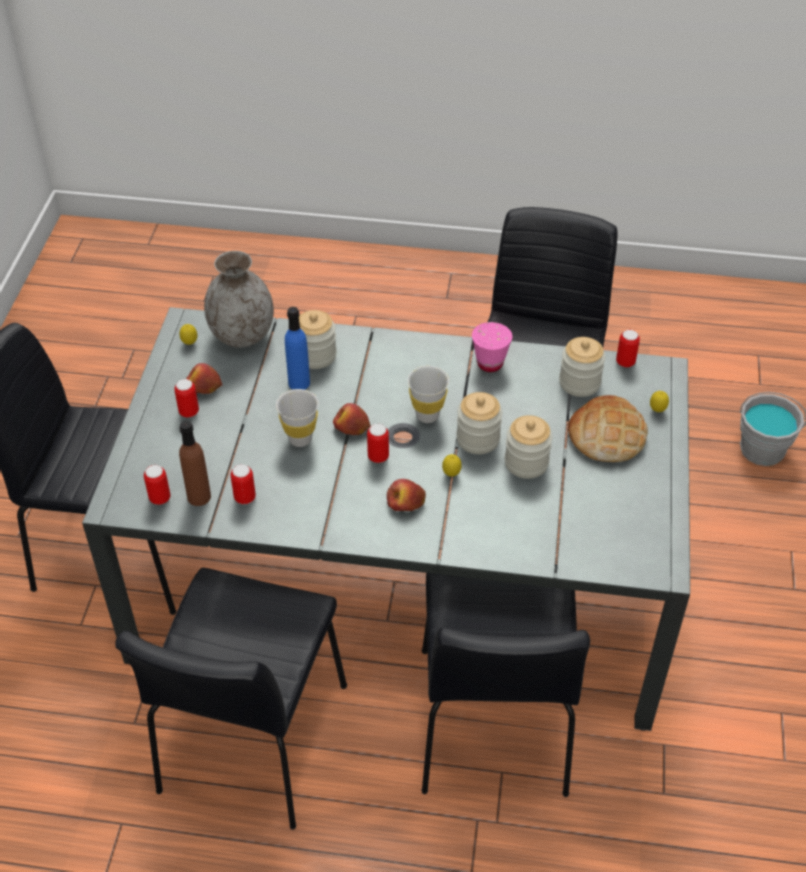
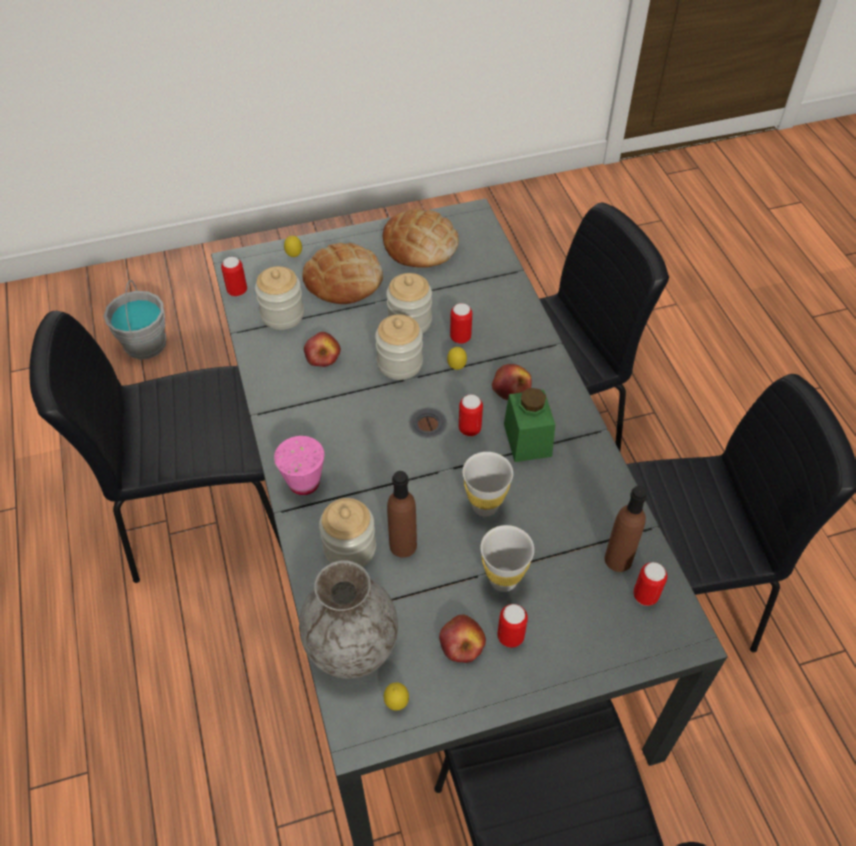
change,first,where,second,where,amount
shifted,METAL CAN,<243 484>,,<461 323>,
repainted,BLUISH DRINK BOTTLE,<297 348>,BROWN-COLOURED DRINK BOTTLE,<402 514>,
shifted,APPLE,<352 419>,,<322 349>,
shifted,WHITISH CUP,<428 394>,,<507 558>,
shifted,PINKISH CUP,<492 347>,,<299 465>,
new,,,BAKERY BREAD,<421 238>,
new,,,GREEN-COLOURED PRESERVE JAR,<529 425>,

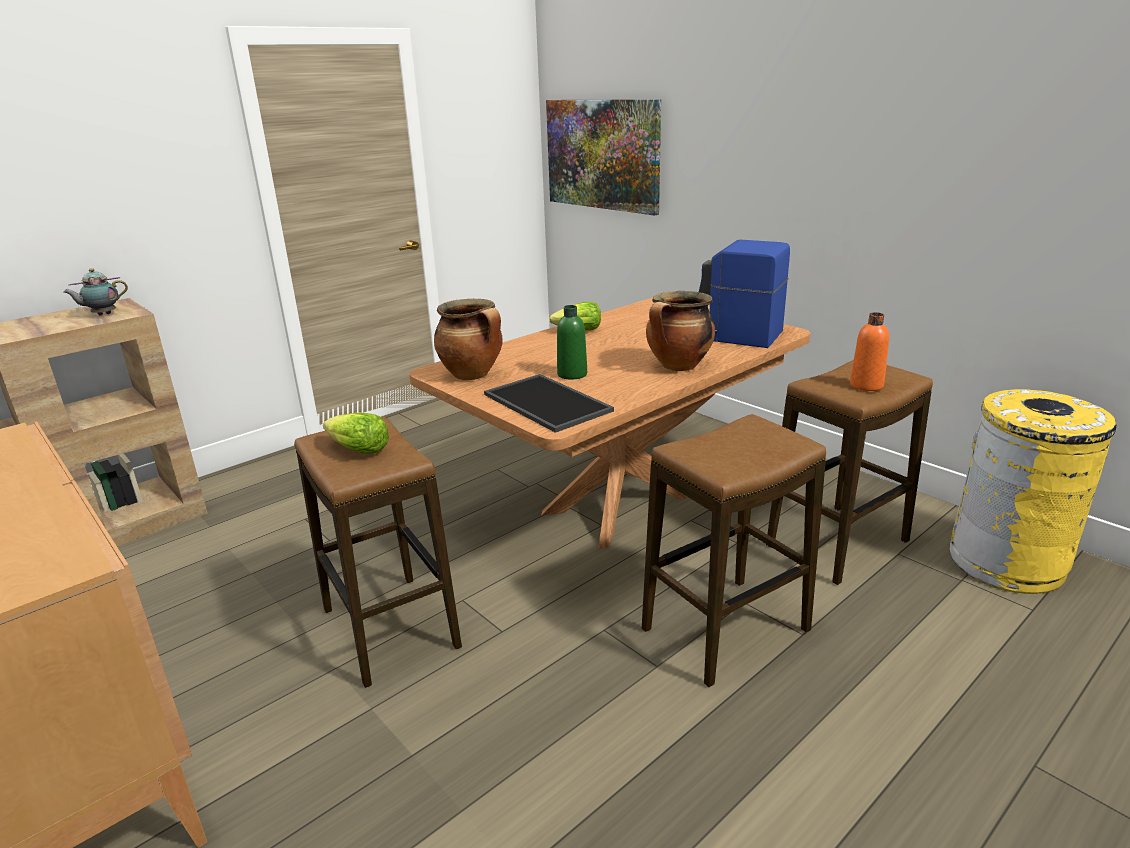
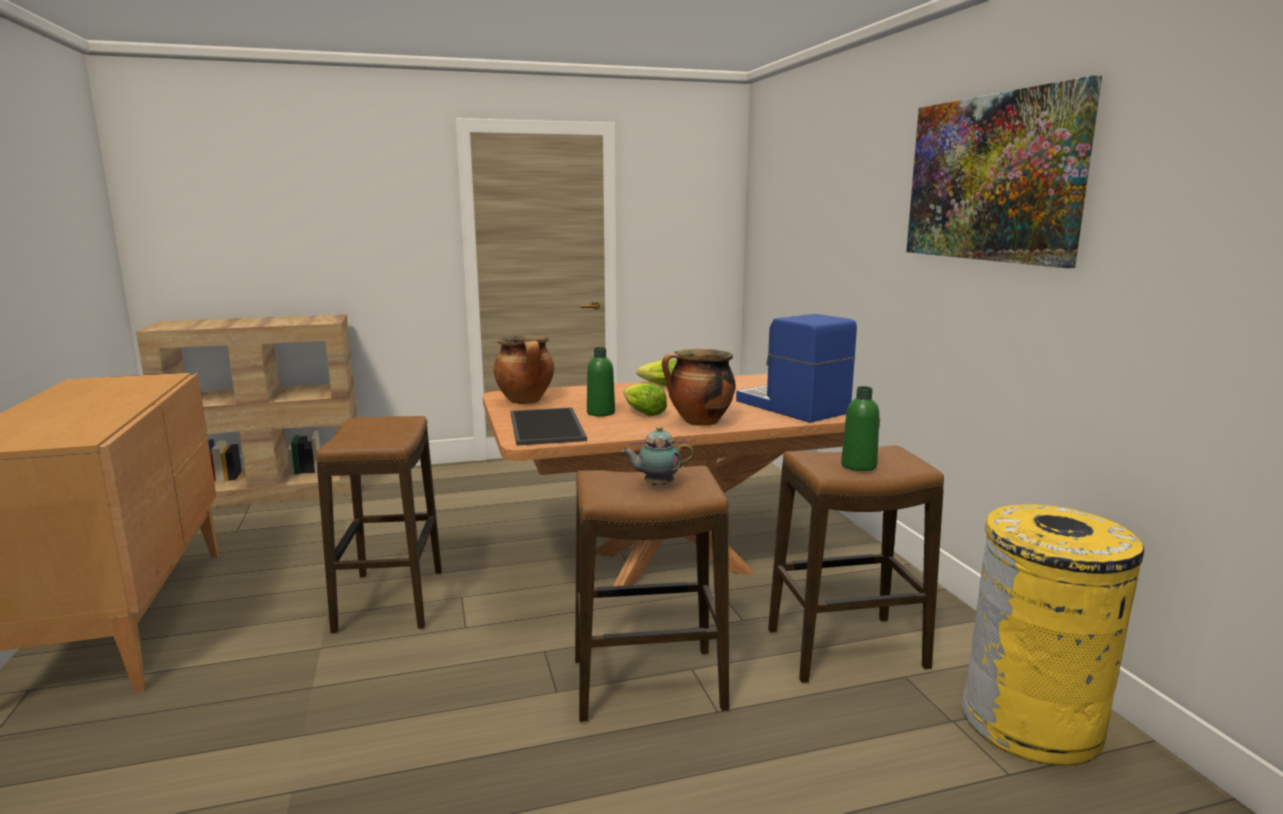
change,first,where,second,where,amount
shifted,POT FOR TEA,<95 291>,,<657 455>,
shifted,HEAD OF LETTUCE,<356 433>,,<645 399>,
shifted,WALL PICTURE,<603 157>,,<1004 171>,
repainted,ORANGE-COLOURED DRINK BOTTLE,<869 351>,GREEN-COLOURED DRINK BOTTLE,<860 428>,

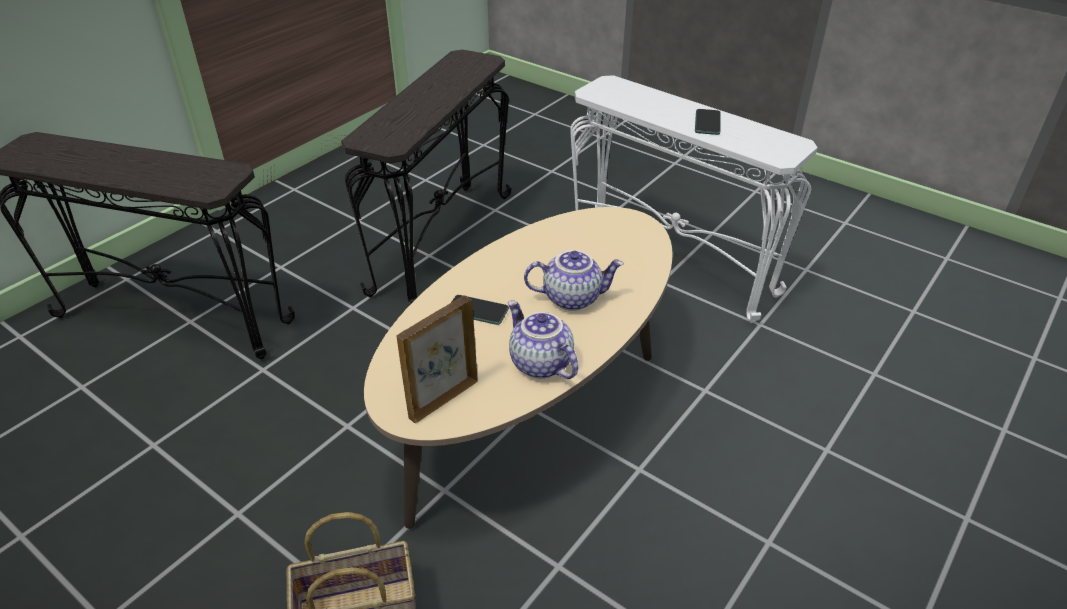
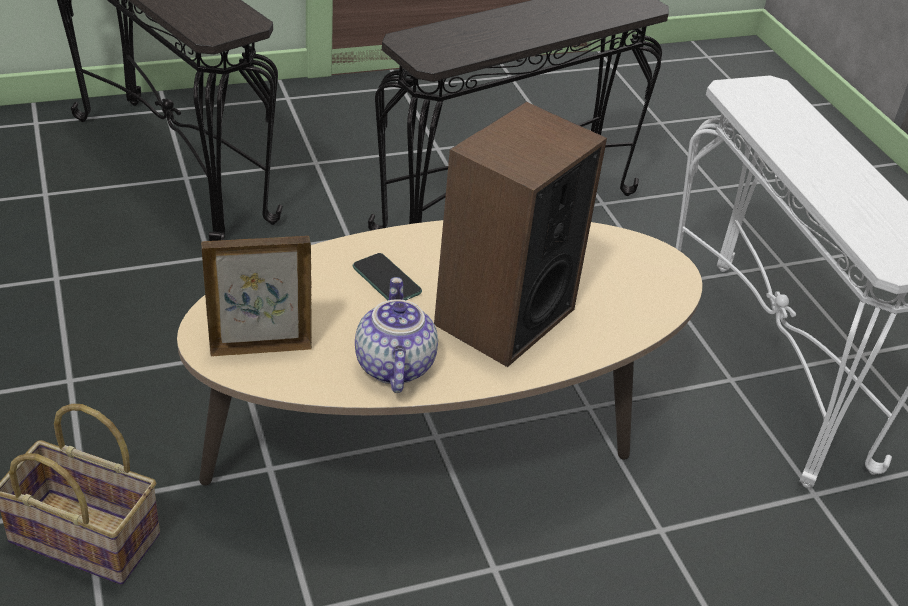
change,first,where,second,where,amount
swapped,POT FOR TEA,<574 280>,SPEAKER,<520 234>,
gone,TELEPHONE,<708 122>,,,

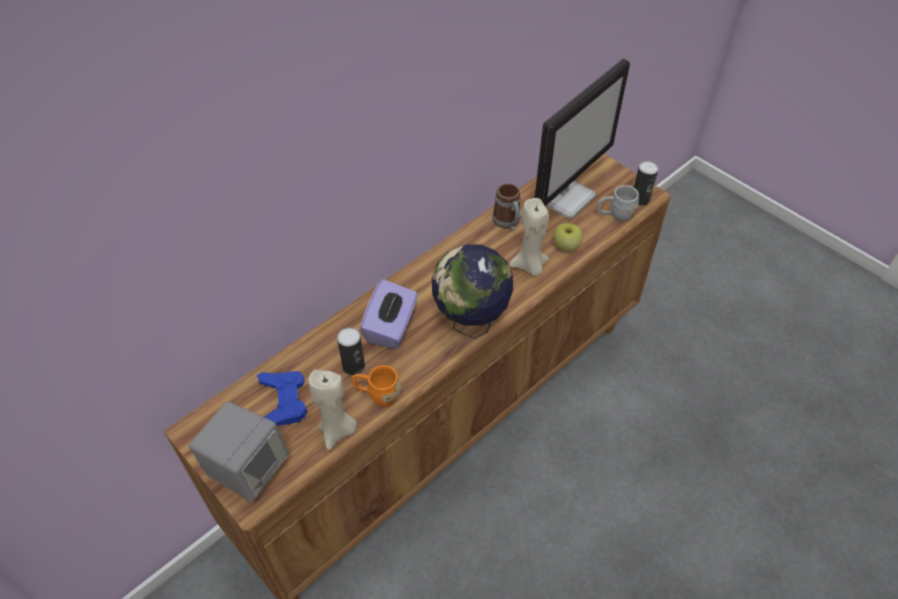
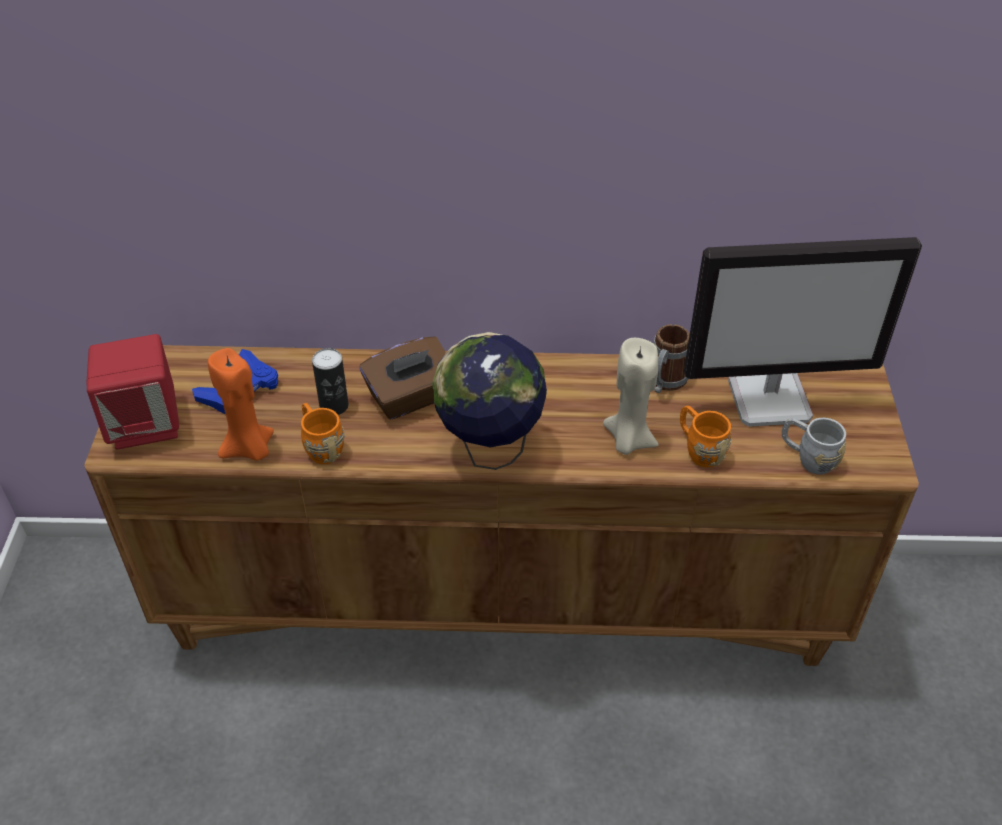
change,first,where,second,where,amount
repainted,GRAY SPEAKER,<239 452>,REDDISH SPEAKER,<133 392>,
repainted,SAND-COLOURED WAX CANDLE,<333 410>,ORANGE-COLOURED WAX CANDLE,<241 404>,
repainted,PURPLE-COLOURED BOX OF TISSUES,<389 314>,BROWN-COLOURED BOX OF TISSUES,<403 378>,
swapped,APPLE,<568 237>,ORANGE-COLOURED COFFEE MUG,<706 436>,
gone,METAL CAN,<646 183>,,,

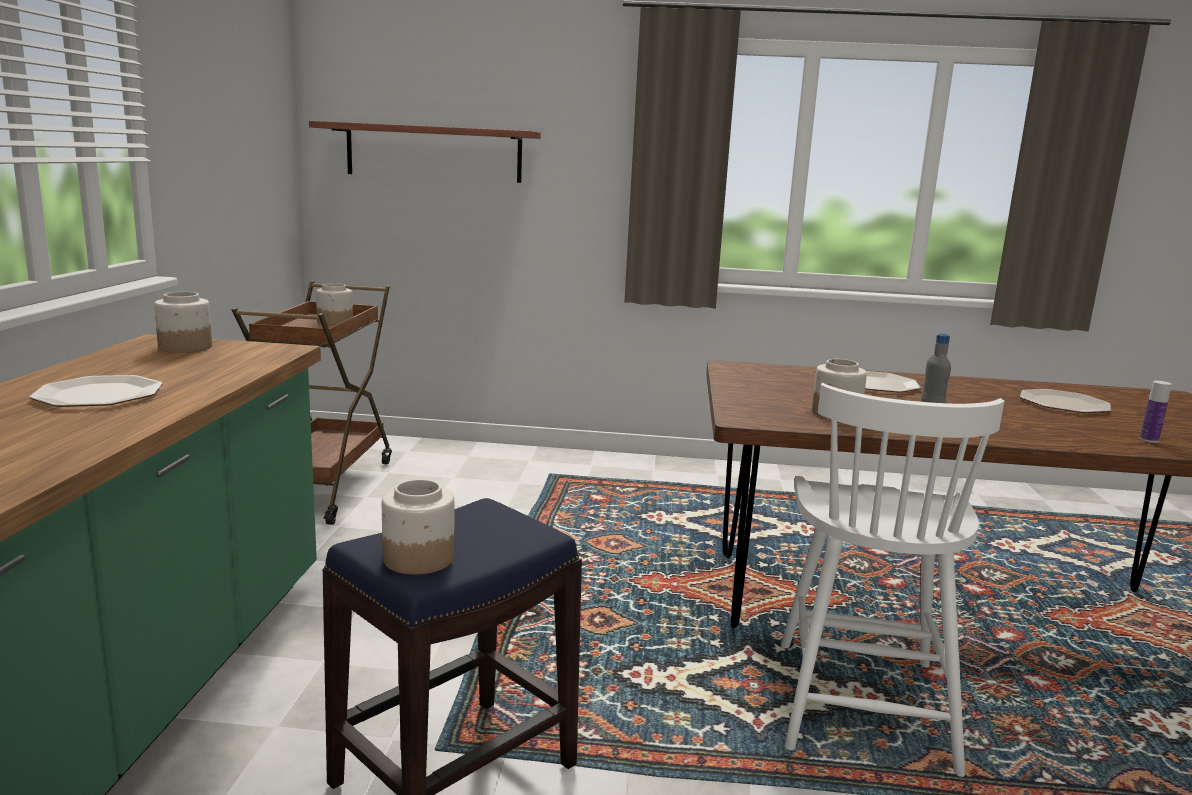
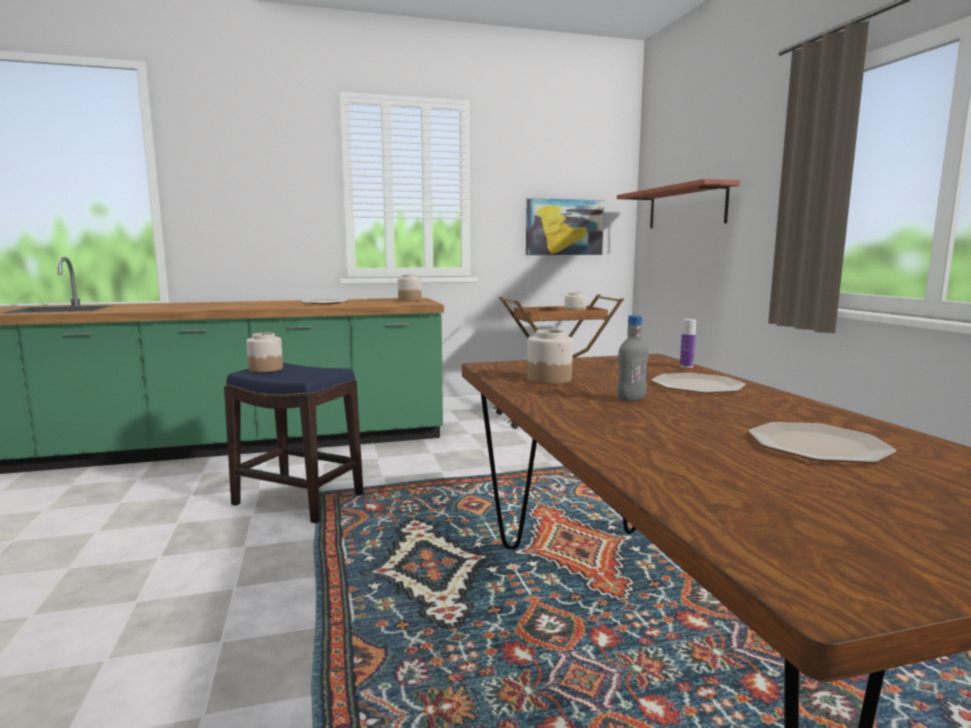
change,first,where,second,where,amount
gone,WHITISH PLAIN CHAIR,<892 580>,,,
shifted,DRINK BOTTLE,<1156 412>,,<688 343>,
new,,,WALL PICTURE,<565 226>,

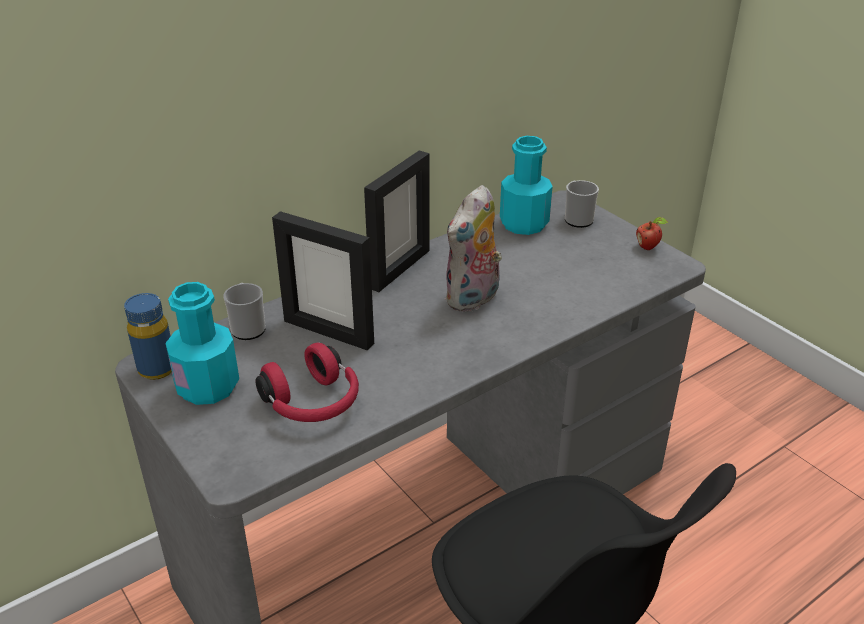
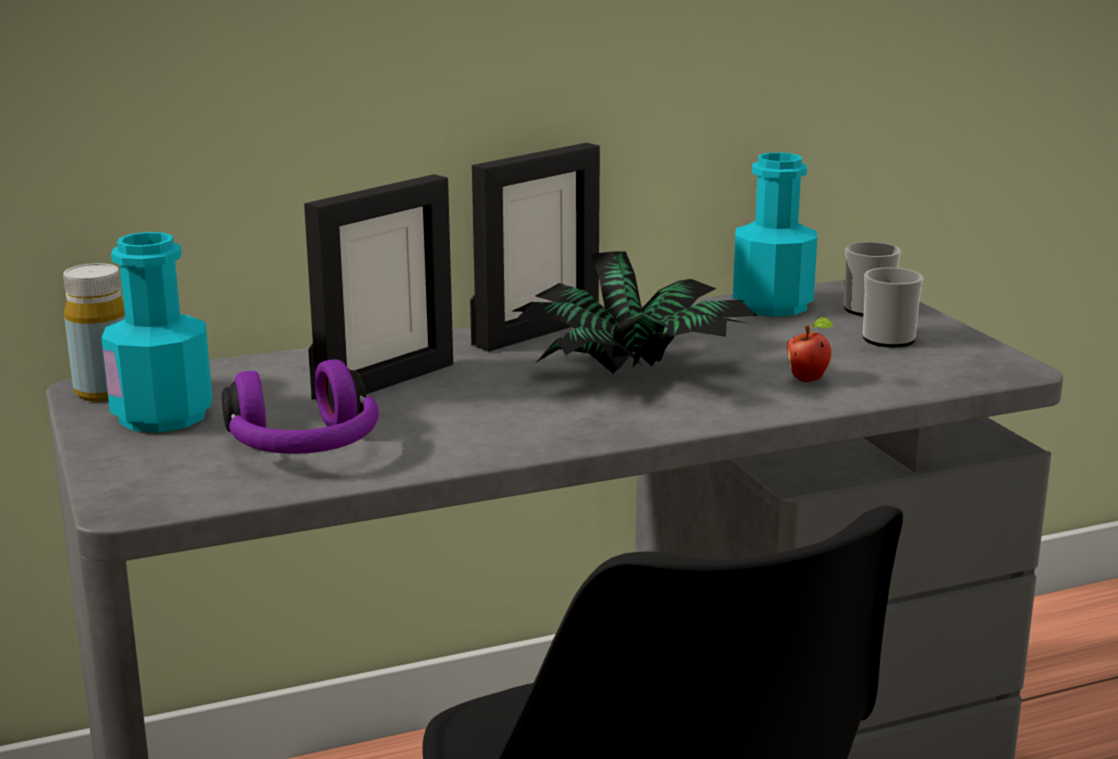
change,first,where,second,where,amount
repainted,BLUISH DRINK BOTTLE,<148 336>,YELLOW DRINK BOTTLE,<94 332>,
shifted,COFFEE MUG,<244 311>,,<893 308>,
repainted,REDDISH HEADSET,<307 382>,PURPLE-COLOURED HEADSET,<300 406>,
rotated,STANDING FRAME,<323 280>,,<378 287>,90 degrees counterclockwise
swapped,CUDDLY TOY,<473 248>,PLANT IN A POT,<635 312>,
shifted,APPLE,<652 233>,,<810 349>,

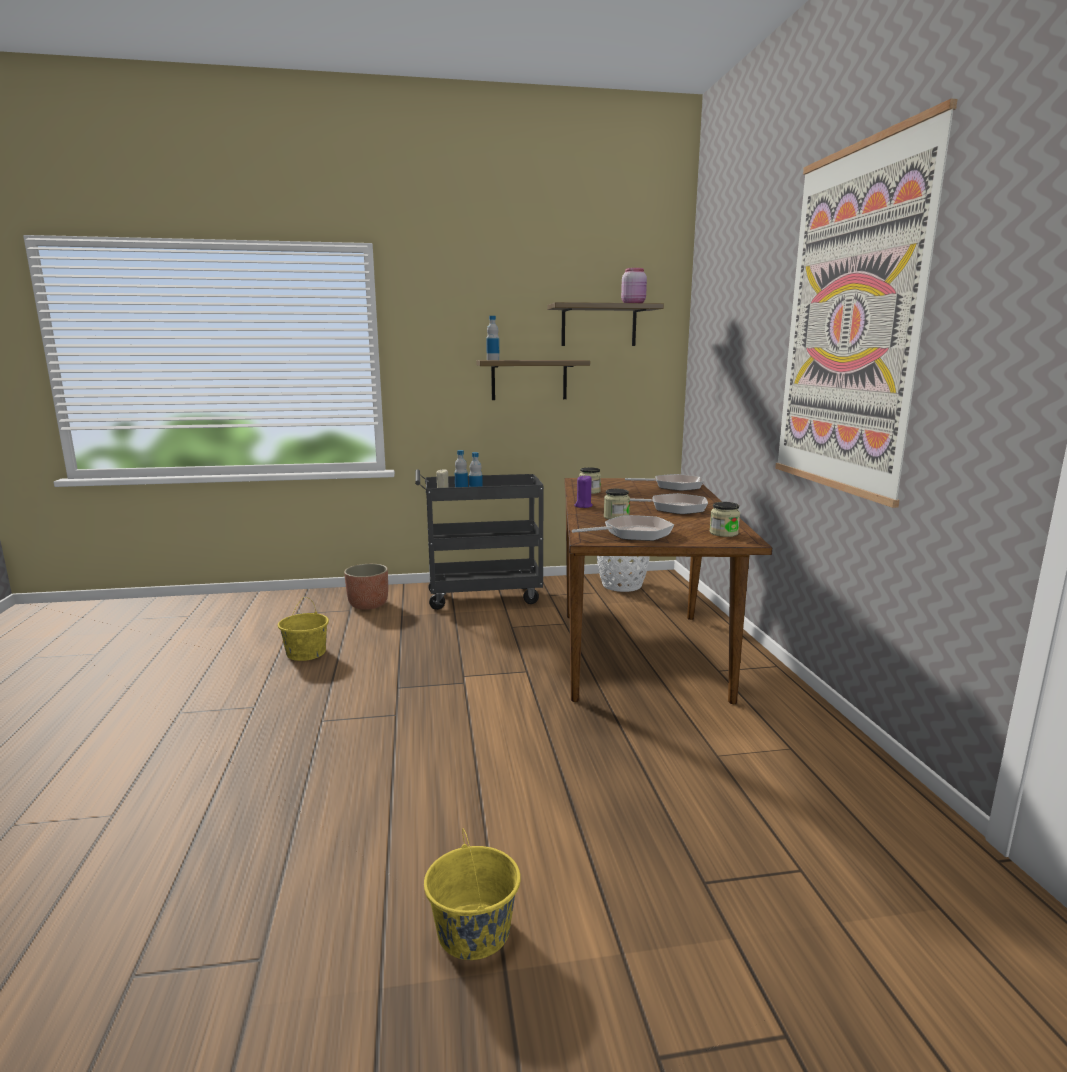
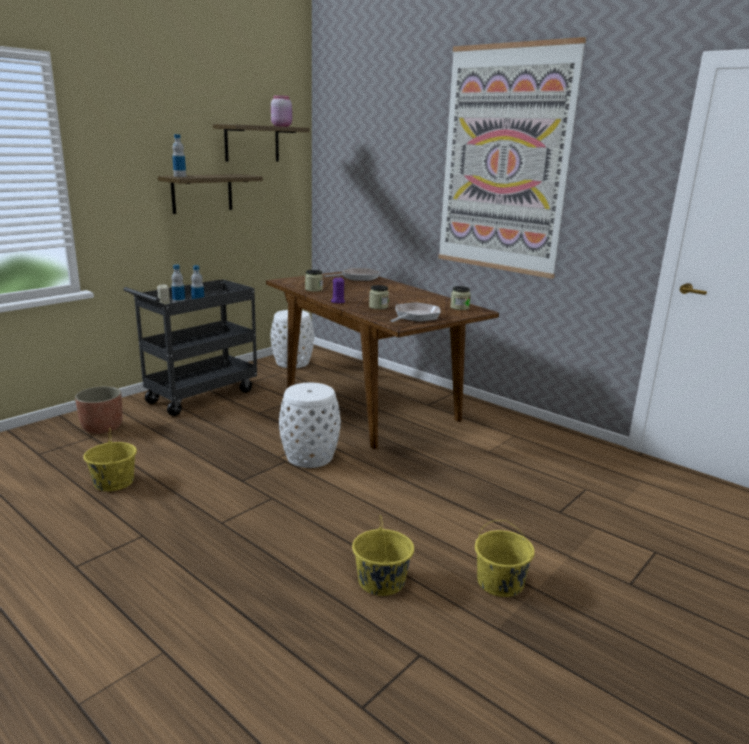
change,first,where,second,where,amount
gone,PAN,<669 503>,,,
new,,,WHITISH STOOL,<310 425>,
new,,,YELLOW BUCKET,<383 555>,

